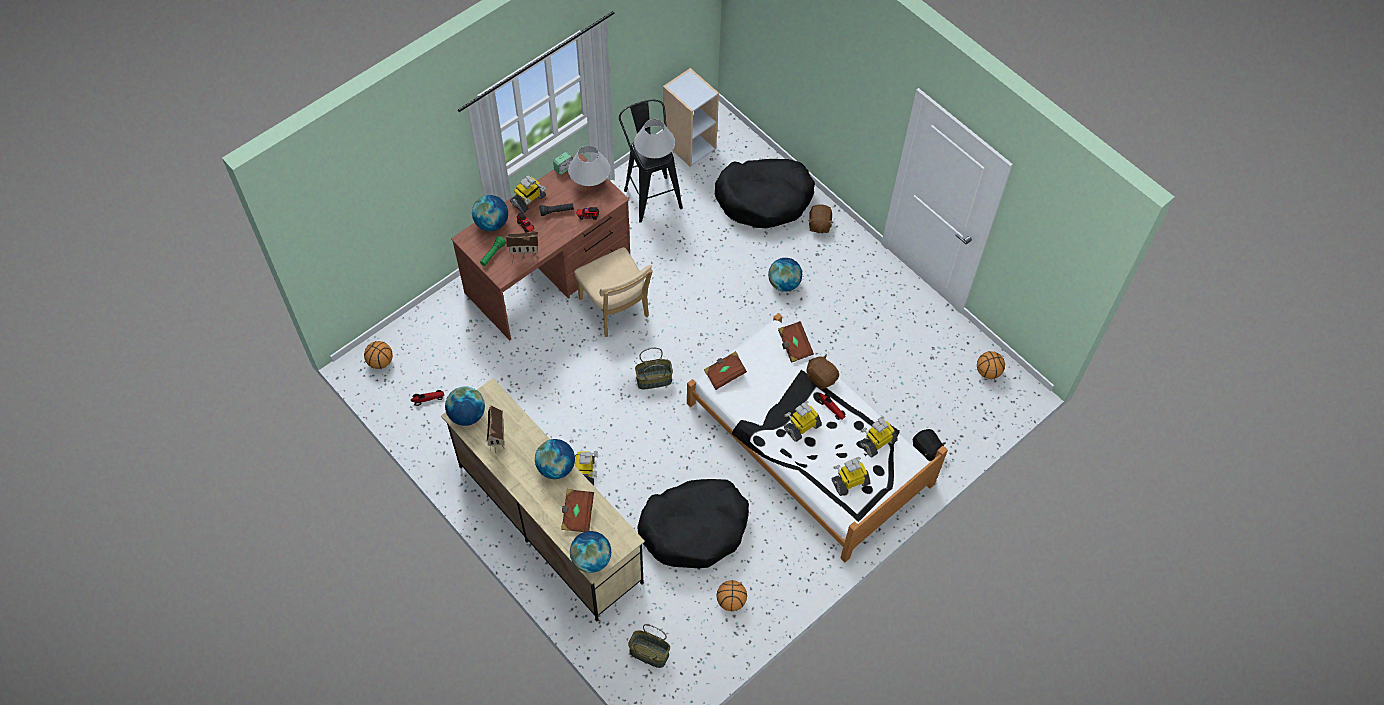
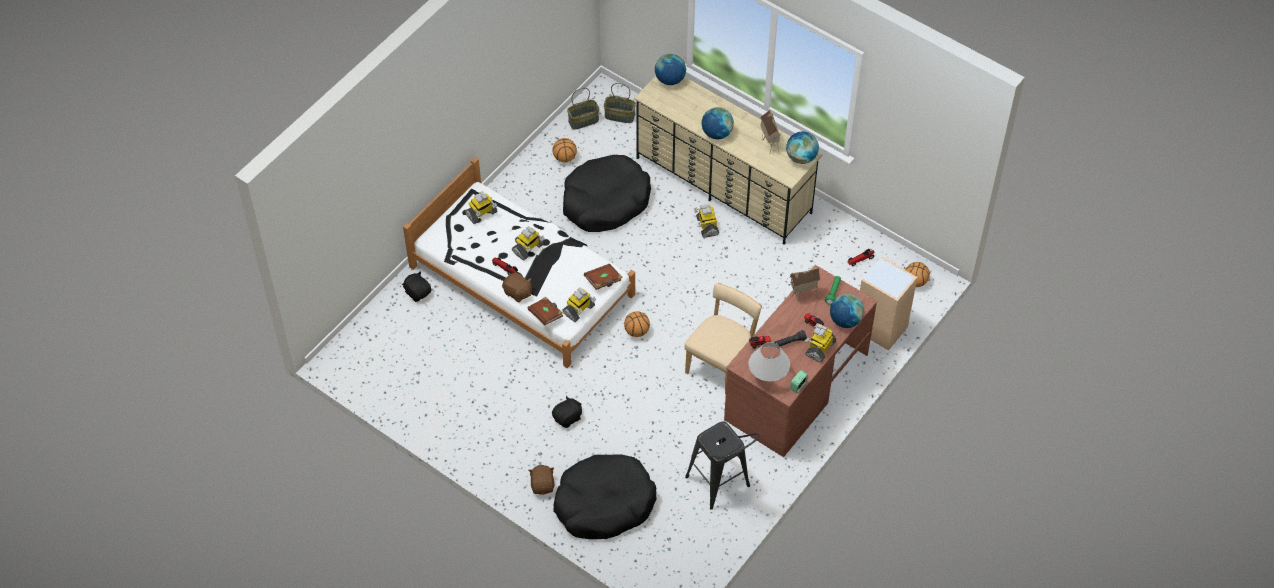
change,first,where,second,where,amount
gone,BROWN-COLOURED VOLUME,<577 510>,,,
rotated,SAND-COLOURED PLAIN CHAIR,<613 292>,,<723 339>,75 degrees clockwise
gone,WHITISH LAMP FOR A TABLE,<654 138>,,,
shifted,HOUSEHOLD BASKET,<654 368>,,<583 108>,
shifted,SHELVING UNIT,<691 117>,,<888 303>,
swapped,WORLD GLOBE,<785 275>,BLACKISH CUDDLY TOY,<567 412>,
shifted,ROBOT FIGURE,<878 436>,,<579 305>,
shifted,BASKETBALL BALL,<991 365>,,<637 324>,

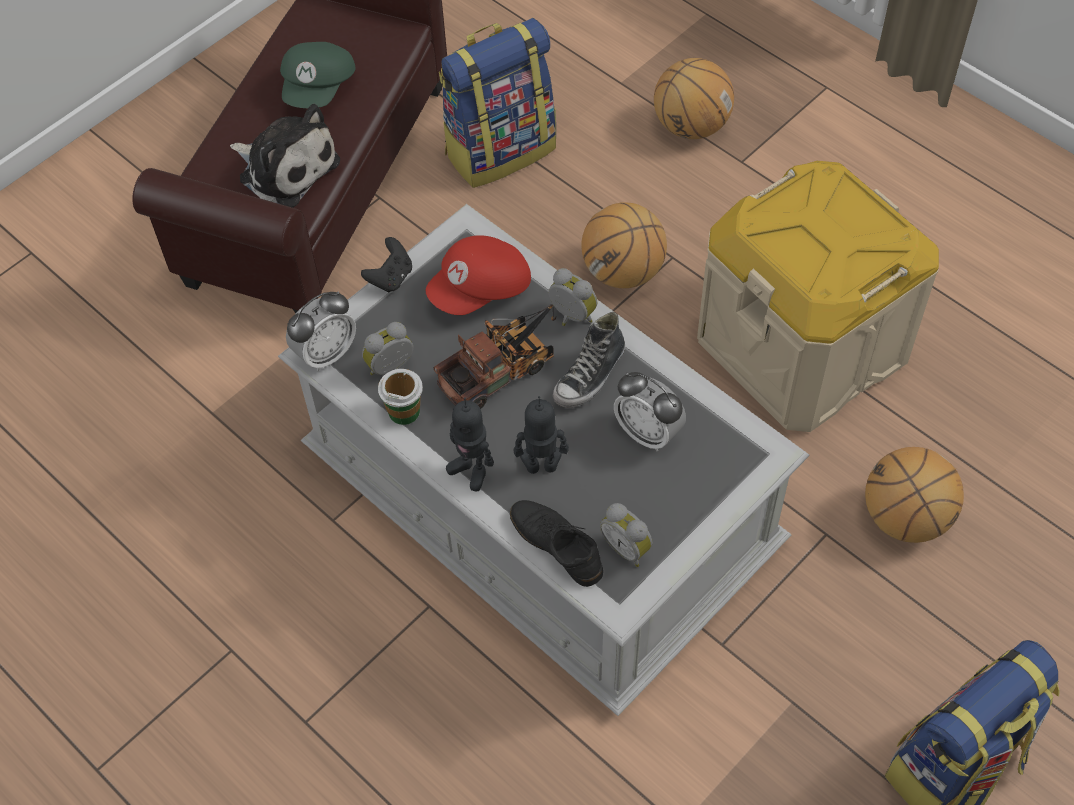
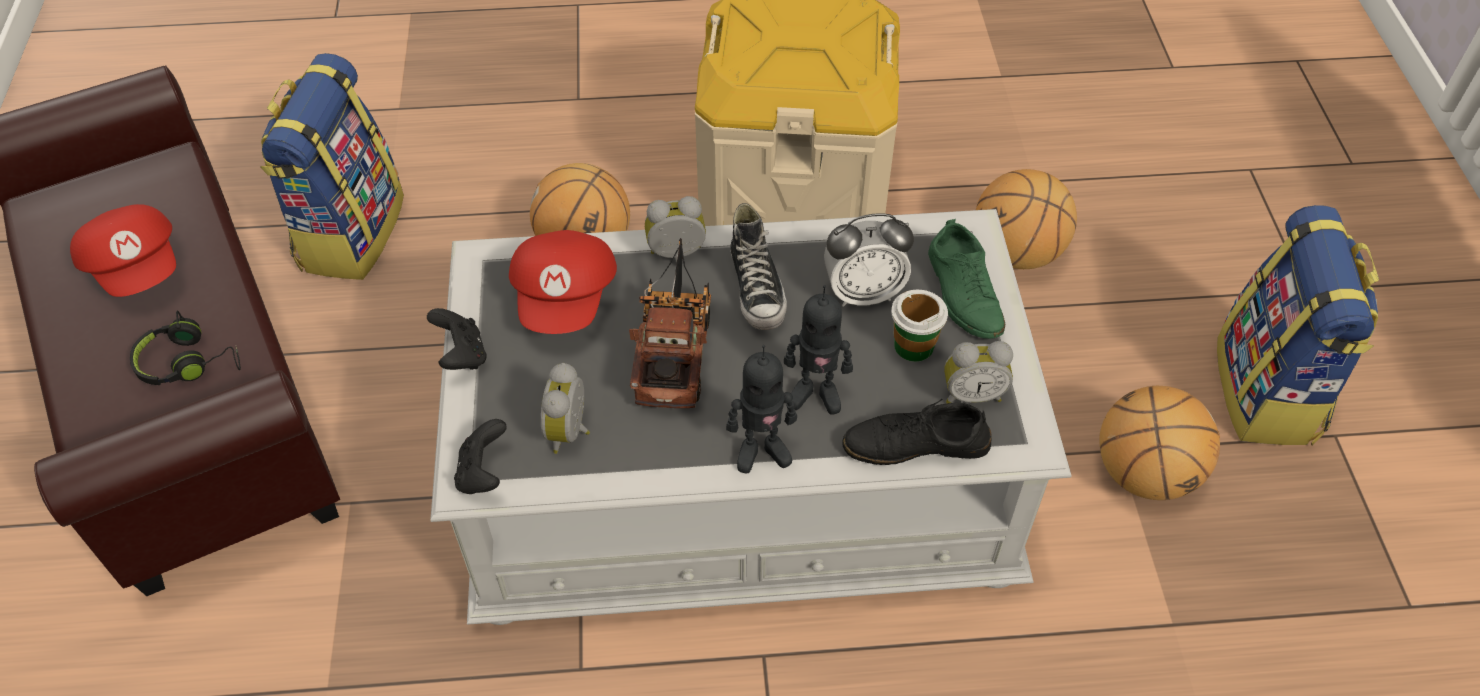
change,first,where,second,where,amount
swapped,CUDDLY TOY,<285 156>,BLACKISH HEADSET,<185 348>,
repainted,GREEN-COLOURED CAP,<317 75>,REDDISH CAP,<123 250>,
swapped,BEDSIDE CLOCK,<321 331>,BLACKISH GAME CONTROLLER,<480 456>,
shifted,CUP,<400 397>,,<919 326>,
rotated,ROBOT FIGURE,<541 435>,,<818 350>,120 degrees counterclockwise
shifted,BASKETBALL BALL,<694 98>,,<1159 443>,
new,,,GREEN-COLOURED ITEM OF FOOTWEAR,<966 279>,

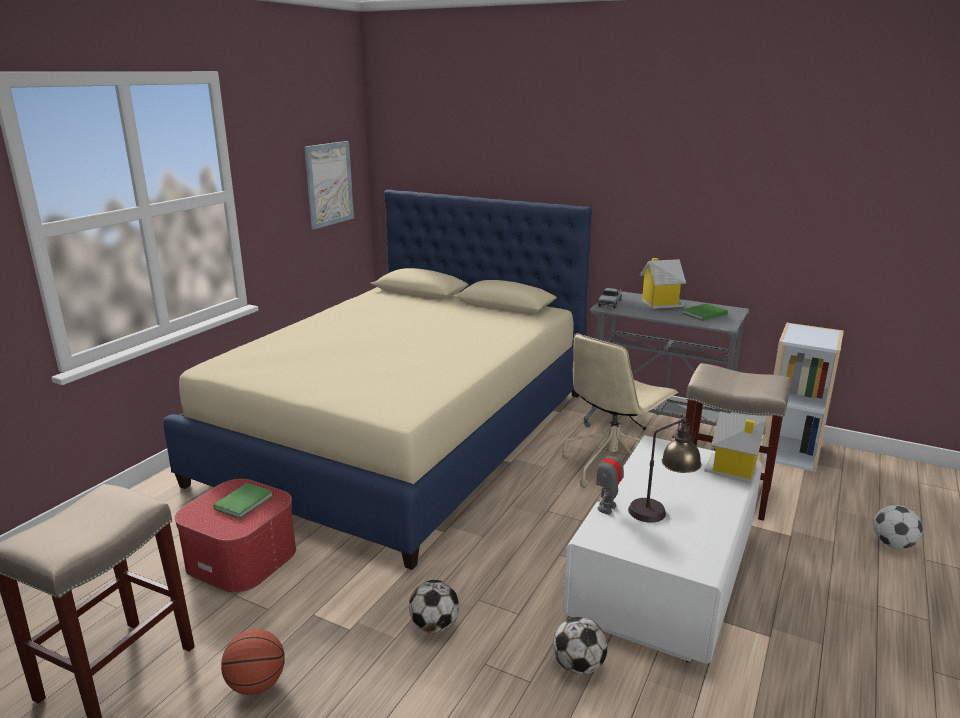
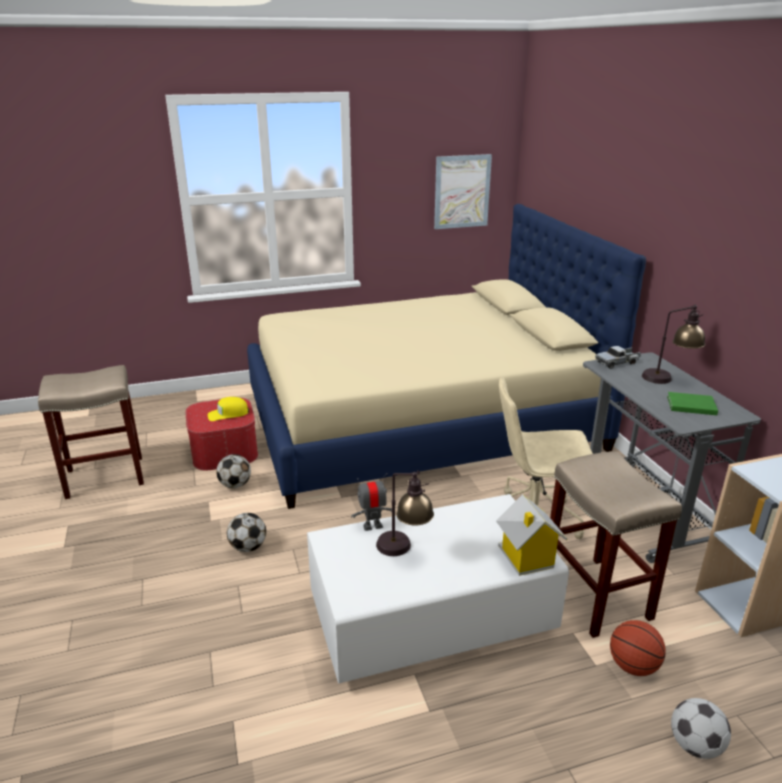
change,first,where,second,where,amount
swapped,GREEN-COLOURED VOLUME,<243 501>,YELLOW CAP,<228 409>,
shifted,BASKETBALL BALL,<253 662>,,<638 648>,
shifted,FOOTBALL BALL,<580 646>,,<233 471>,
swapped,MINIATURE HOUSE,<663 283>,LAMP FOR A TABLE,<673 344>,

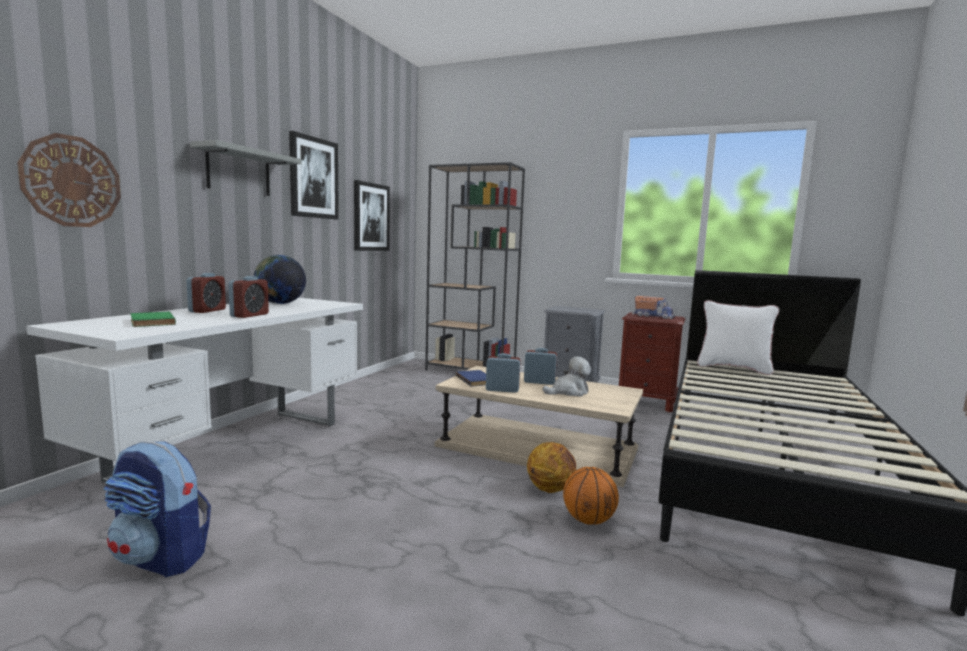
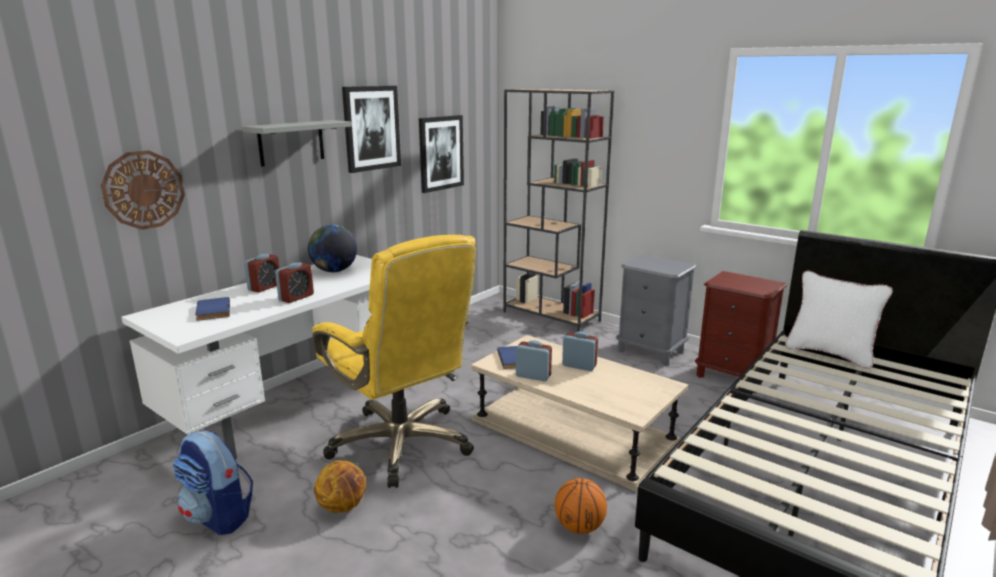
change,first,where,second,where,amount
repainted,GREEN-COLOURED VOLUME,<153 319>,BLUISH VOLUME,<212 309>,
shifted,BASKETBALL BALL,<551 467>,,<340 486>,
gone,CUDDLY TOY,<567 377>,,,
gone,TOY TRUCK,<653 307>,,,
new,,,YELLOW COMPUTER CHAIR,<394 361>,

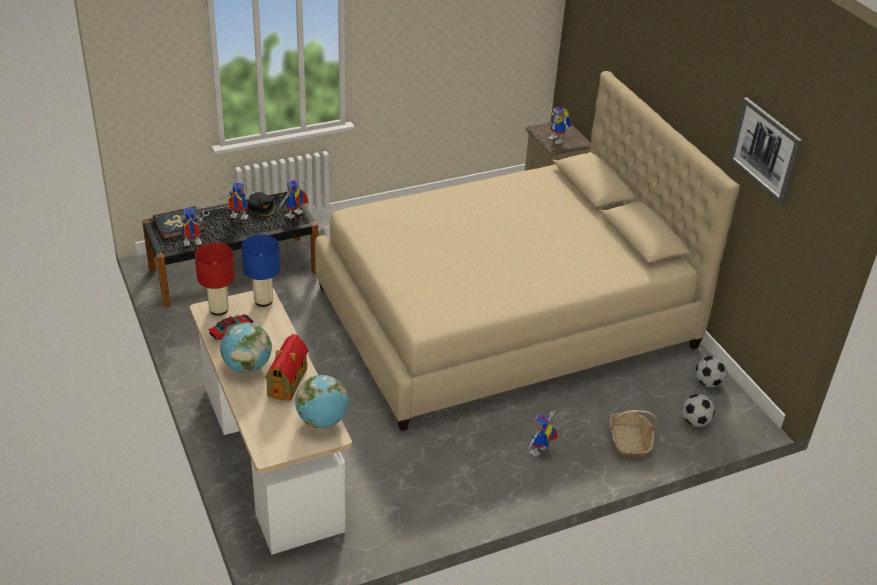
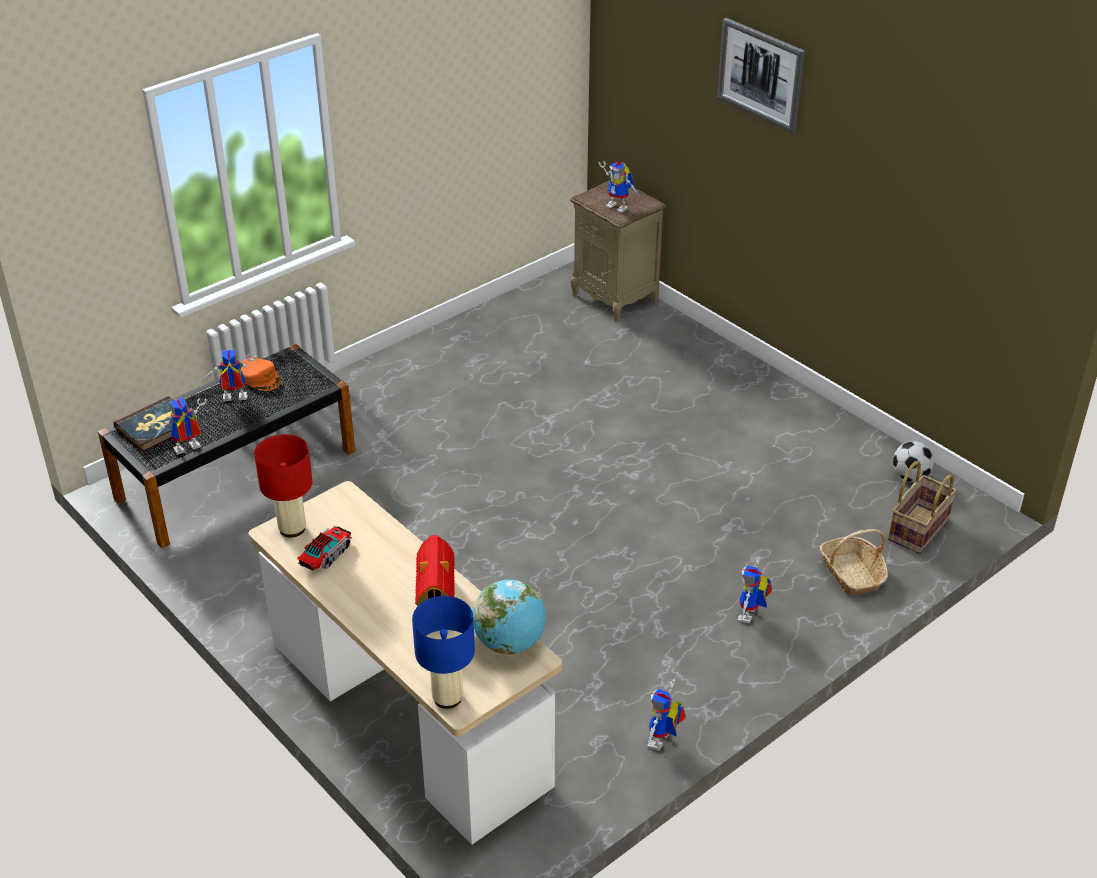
change,first,where,second,where,amount
gone,WORLD GLOBE,<246 347>,,,
shifted,BLUISH LAMP FOR A TABLE,<261 271>,,<443 652>,
repainted,BLACKISH CAP,<262 204>,ORANGE-COLOURED CAP,<261 374>,
shifted,ROBOT FIGURE,<293 199>,,<666 715>,
gone,SAND-COLOURED SLEEPING BED,<527 251>,,,
swapped,FOOTBALL BALL,<698 410>,HOUSEHOLD BASKET,<922 507>,
shifted,WALL PICTURE,<765 150>,,<761 75>,

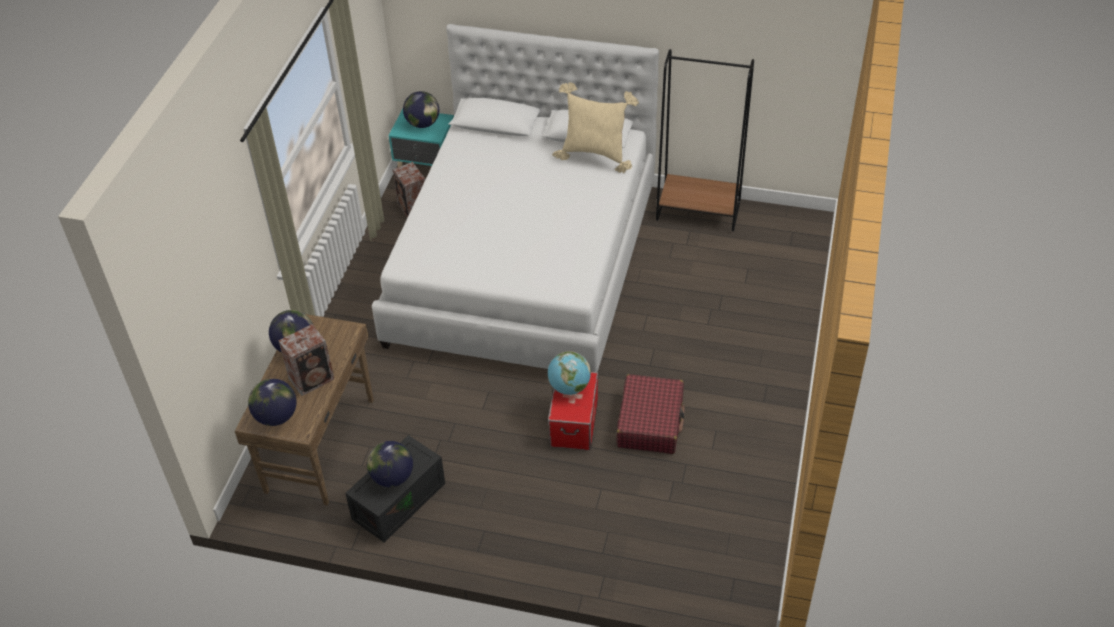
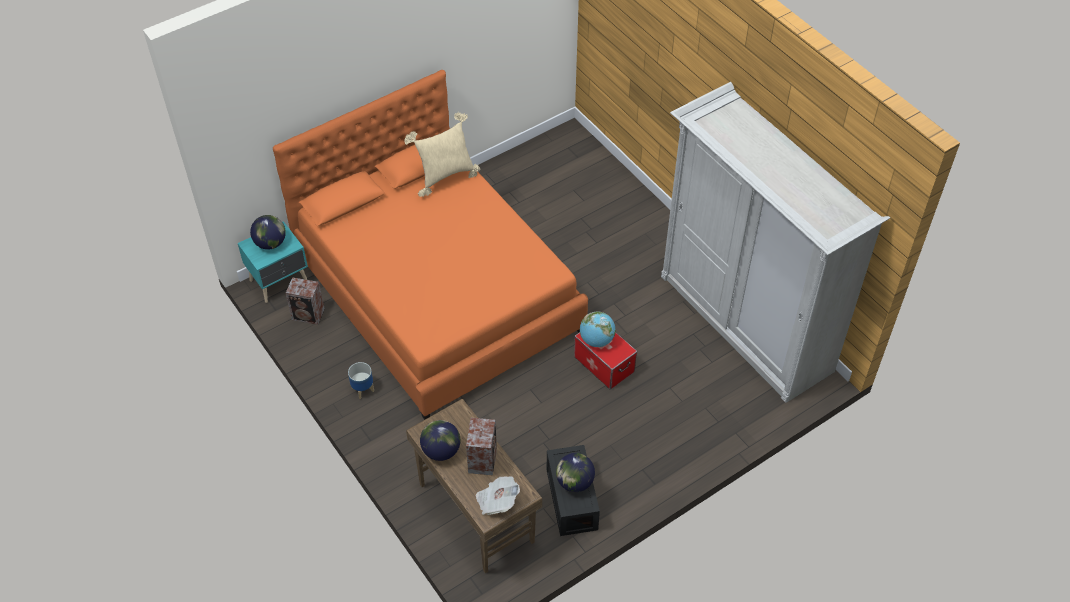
change,first,where,second,where,amount
swapped,WORLD GLOBE,<272 402>,DAILY PAPER,<498 495>,
repainted,WHITISH SLEEPING BED,<515 198>,ORANGE-COLOURED SLEEPING BED,<430 245>,
gone,REDDISH PIECE OF LUGGAGE,<651 414>,,,
gone,GARMENT STAND,<705 140>,,,
new,,,PLANTER,<361 380>,
new,,,WHITISH CLOTHES CUPBOARD,<775 242>,

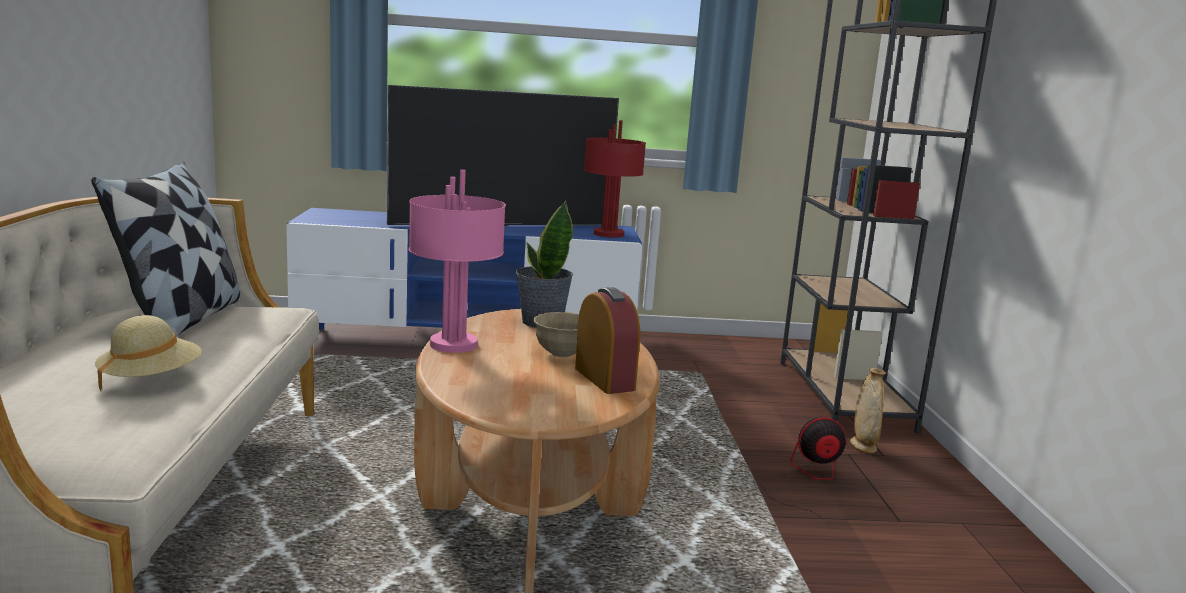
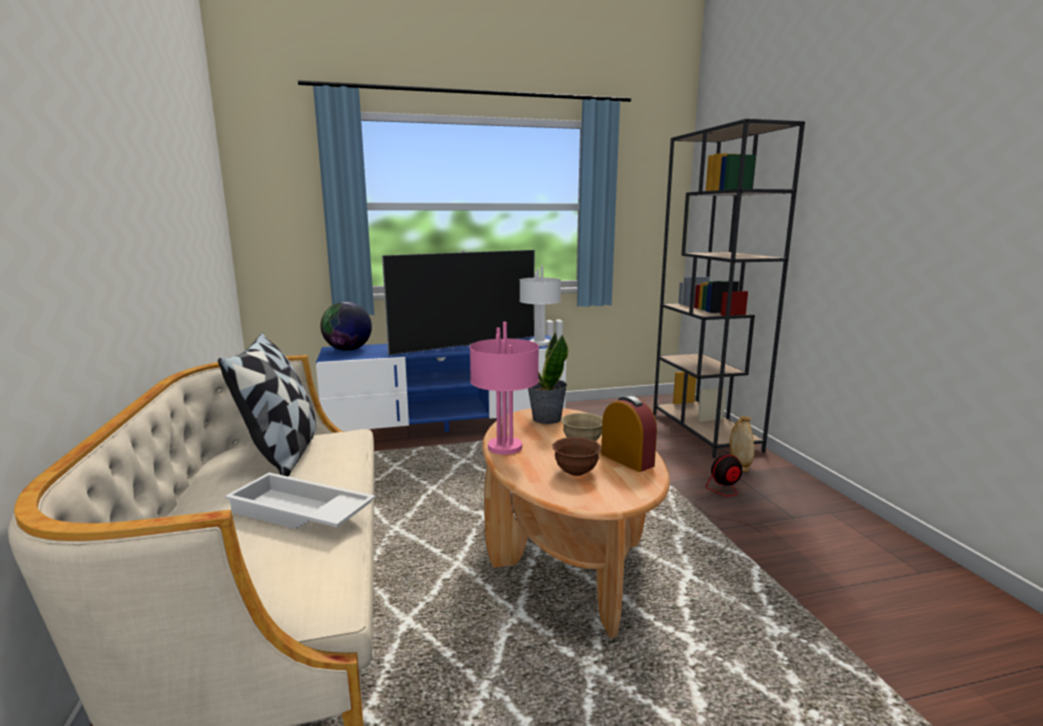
change,first,where,second,where,amount
swapped,SAND-COLOURED HAT,<148 353>,WHITISH TRAY,<300 500>,
repainted,REDDISH LAMP FOR A TABLE,<615 179>,WHITISH LAMP FOR A TABLE,<540 305>,
new,,,WORLD GLOBE,<346 326>,
new,,,BROWN-COLOURED BOWL,<577 456>,

